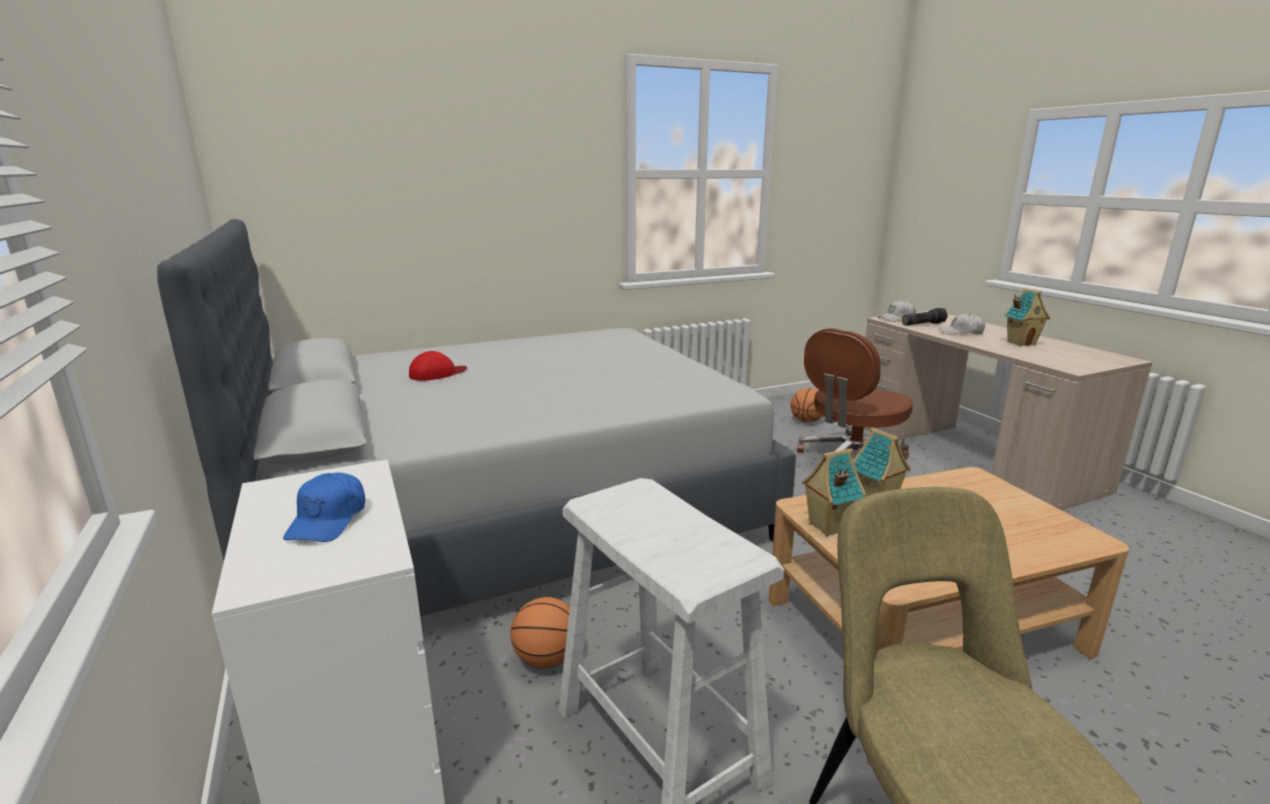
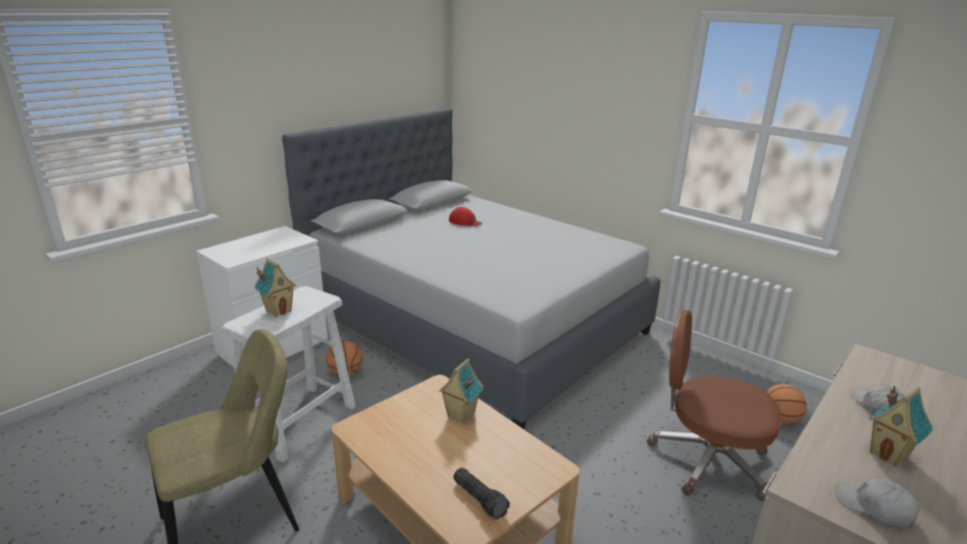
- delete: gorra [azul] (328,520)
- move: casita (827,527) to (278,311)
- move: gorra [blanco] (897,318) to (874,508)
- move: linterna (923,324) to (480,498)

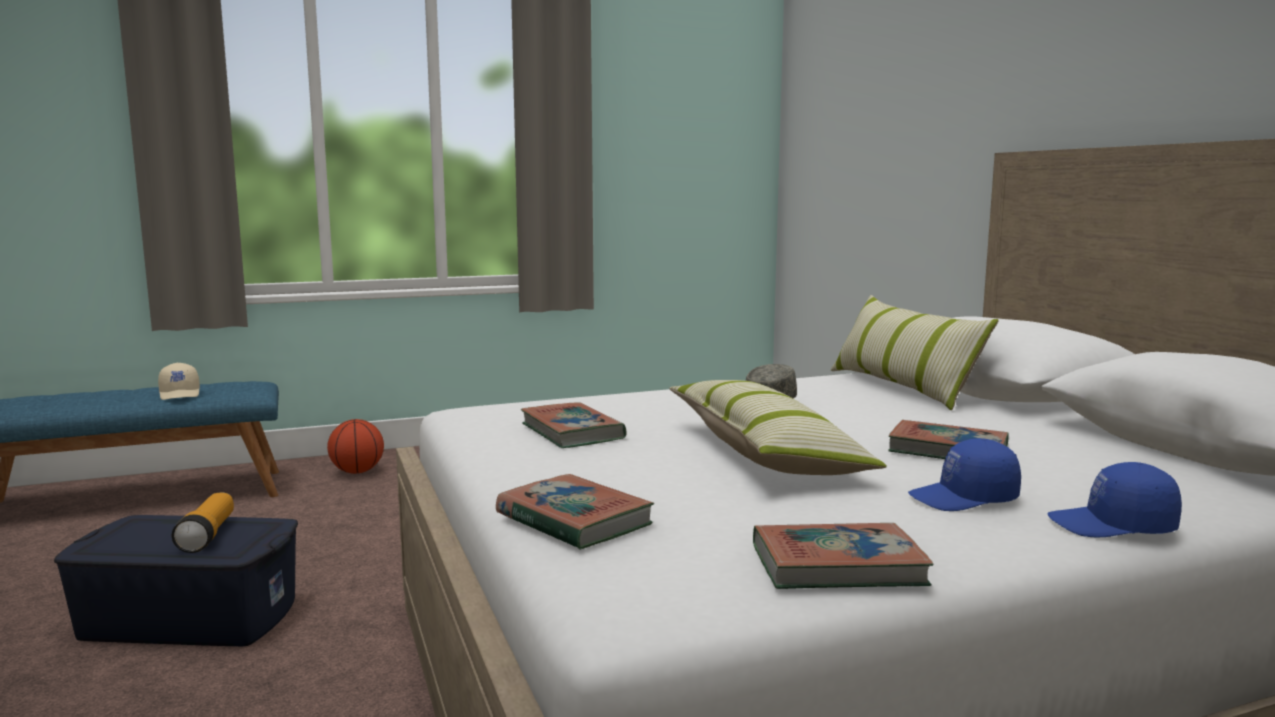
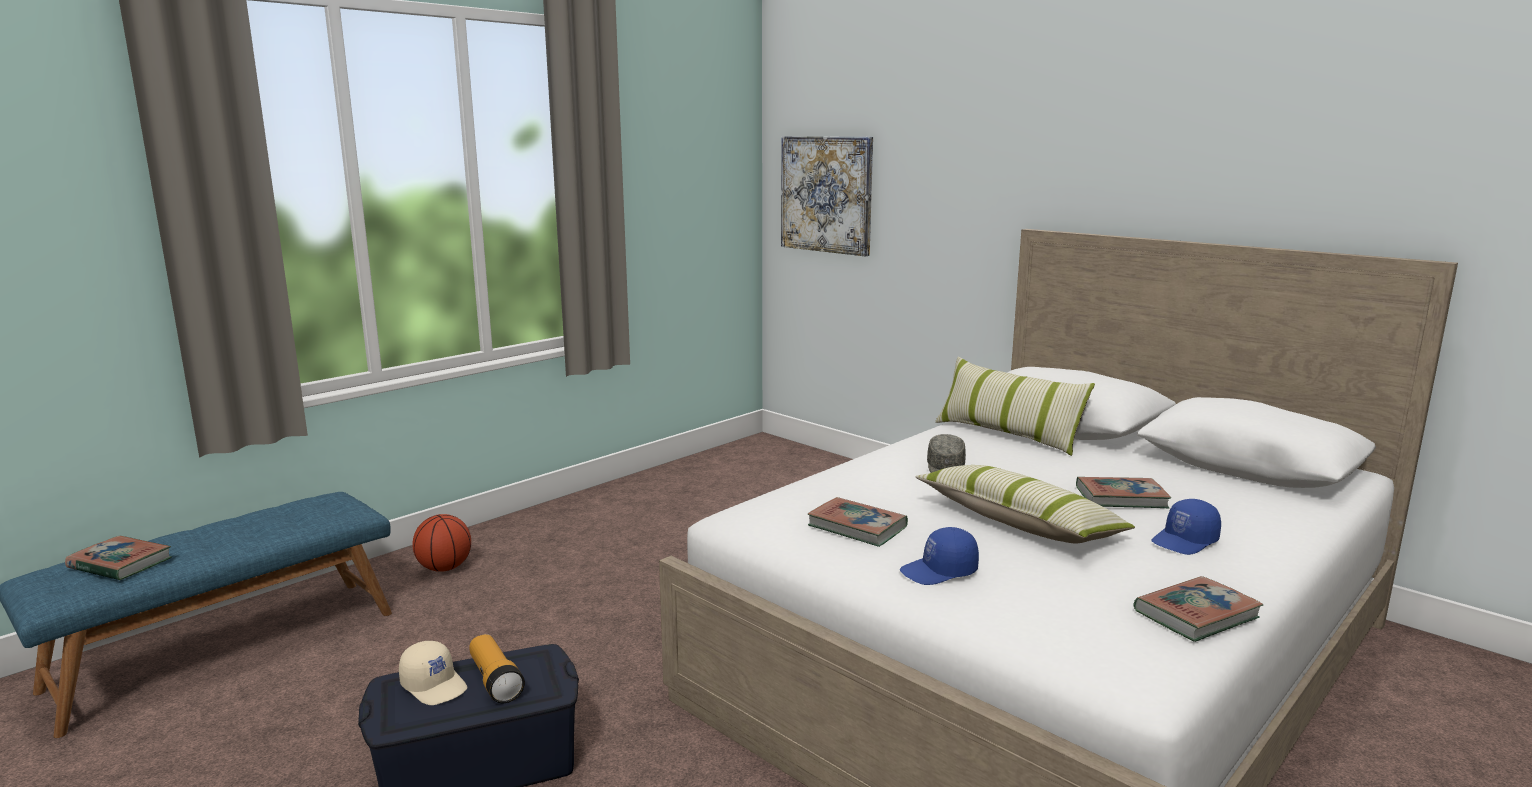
- insert: cuadro (826,194)
- move: gorra [beis] (180,394) to (435,685)
- move: libro (573,520) to (120,563)
- move: gorra [azul] (1112,526) to (939,572)

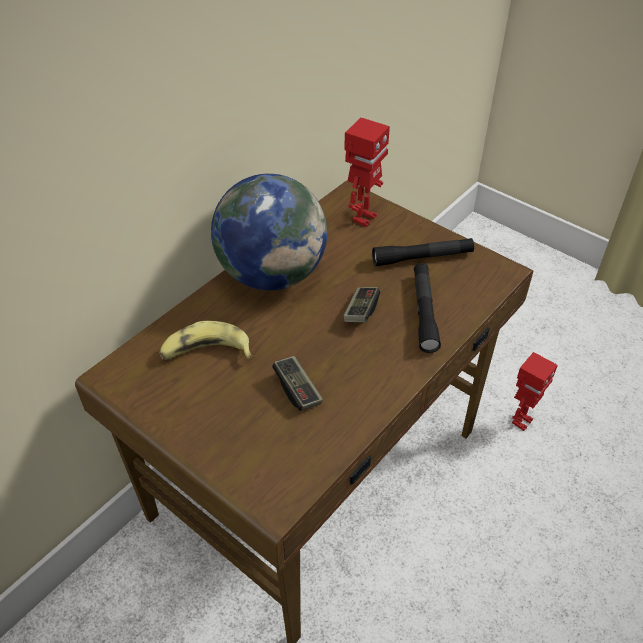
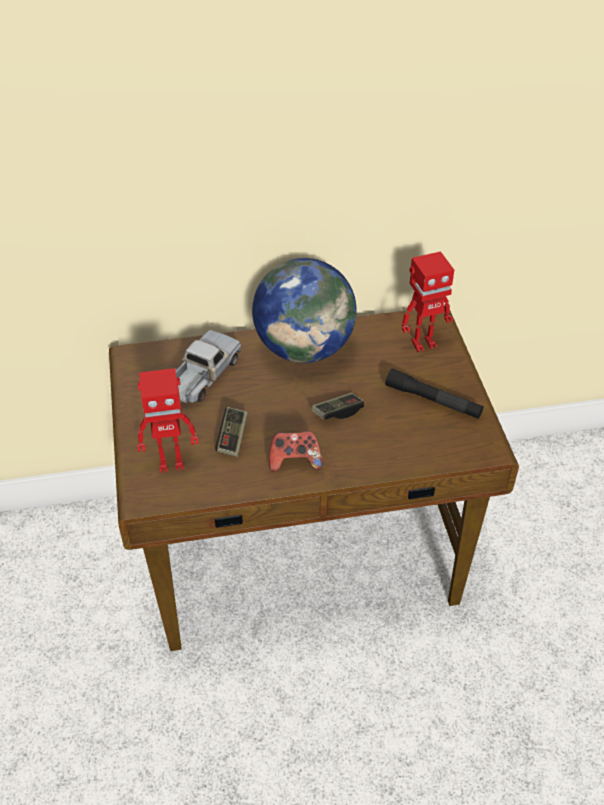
- delete: linterna [negro] (424,312)
- insert: mando de consola (295,460)
- move: robot de juguete (521,421) to (171,462)
- replace: plátano (206,352) to camión de juguete (202,376)

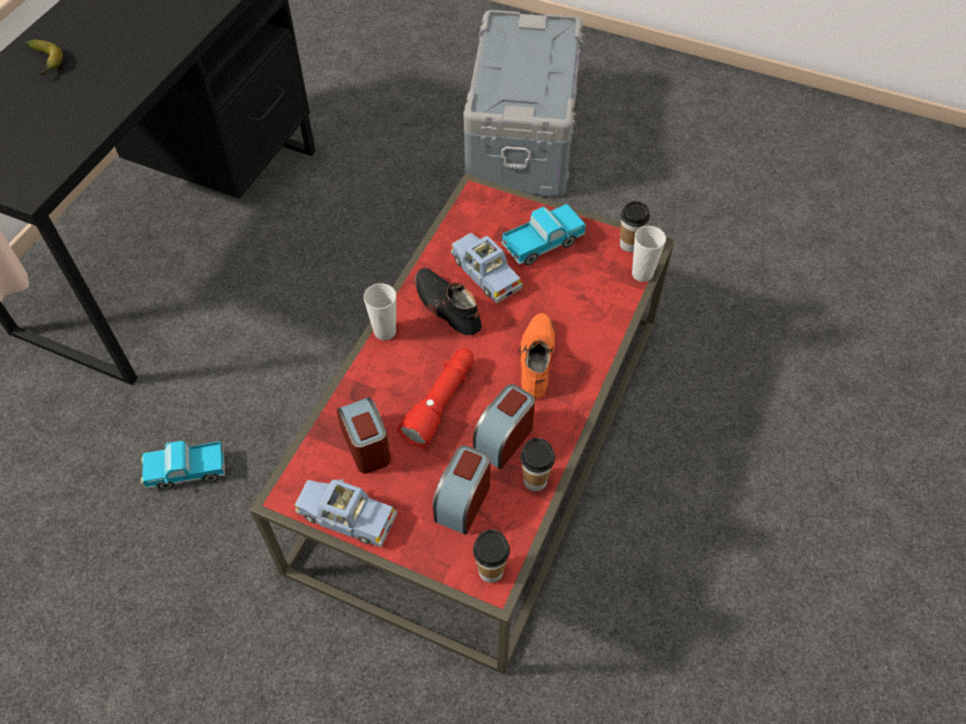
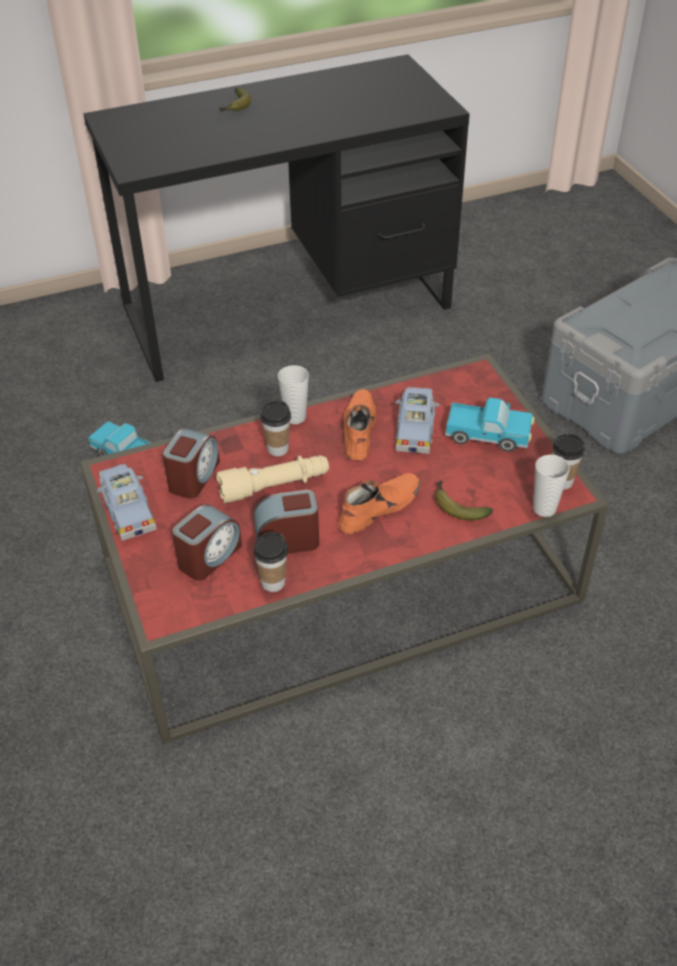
- insert: plátano (457,506)
- move: taza (490,570) to (277,449)
- recolor: linterna [rojo] (441,402) to linterna [beis] (274,486)
- recolor: zapato [negro] (446,306) to zapato [naranja] (358,430)
- rotate: despertador (463,501) = (209,556) 150 degrees clockwise

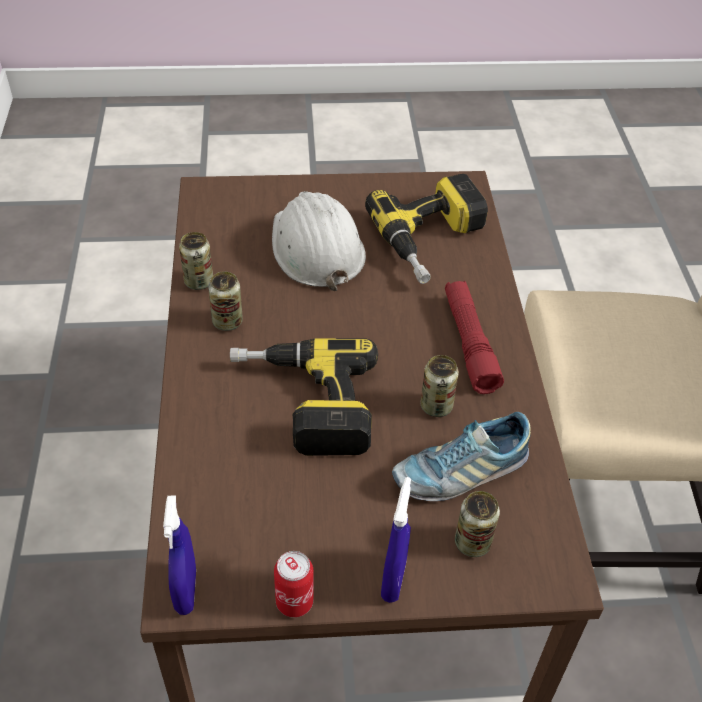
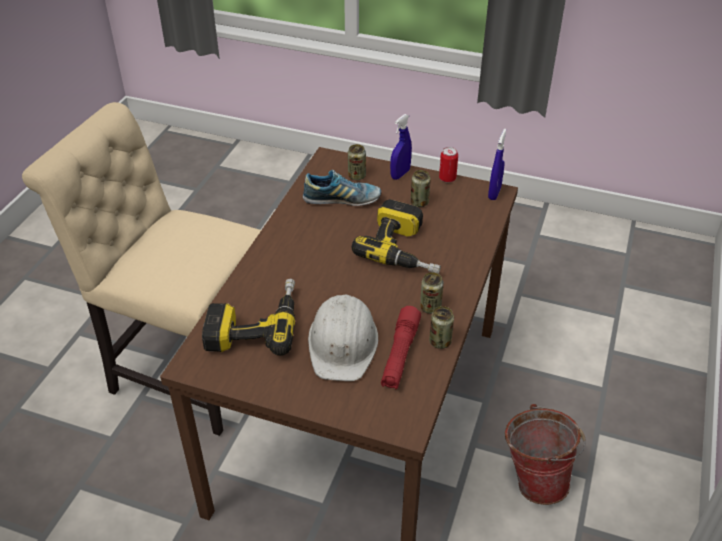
- insert: cubo (535,478)
- move: lata (436,406) to (419,202)
- move: linterna [rojo] (469,343) to (400,354)

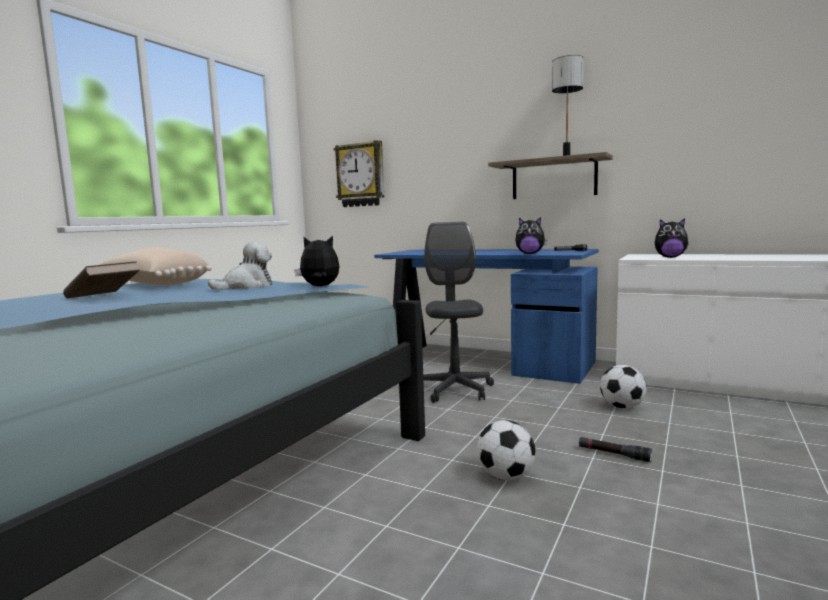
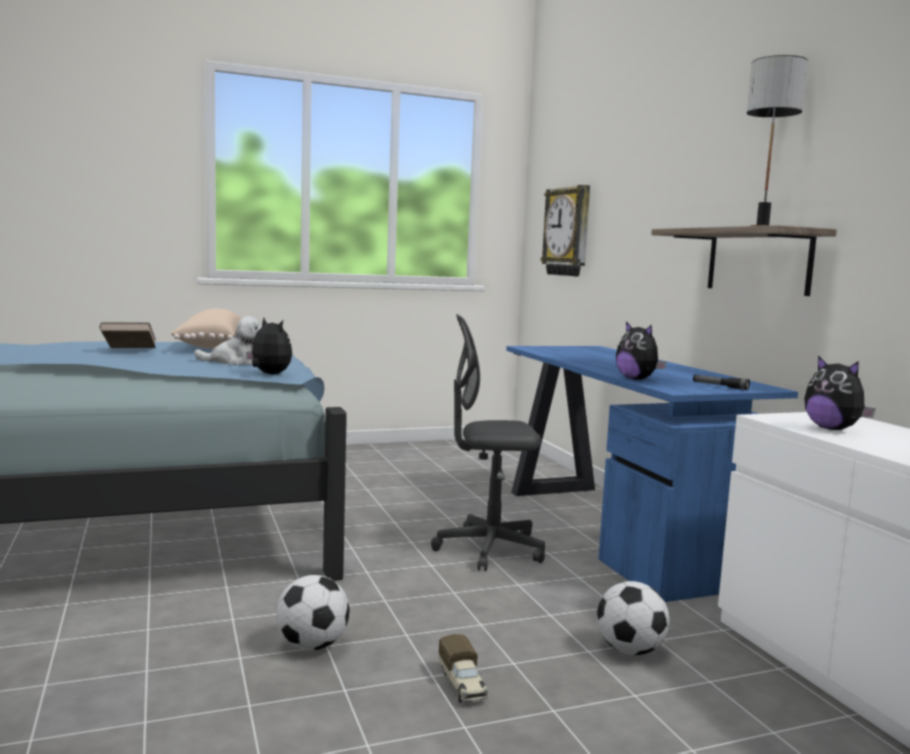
- replace: linterna [negro] (614,454) to camión de juguete (463,685)
- rotate: silla de oficina [gris] (455,390) = (489,549) 135 degrees counterclockwise

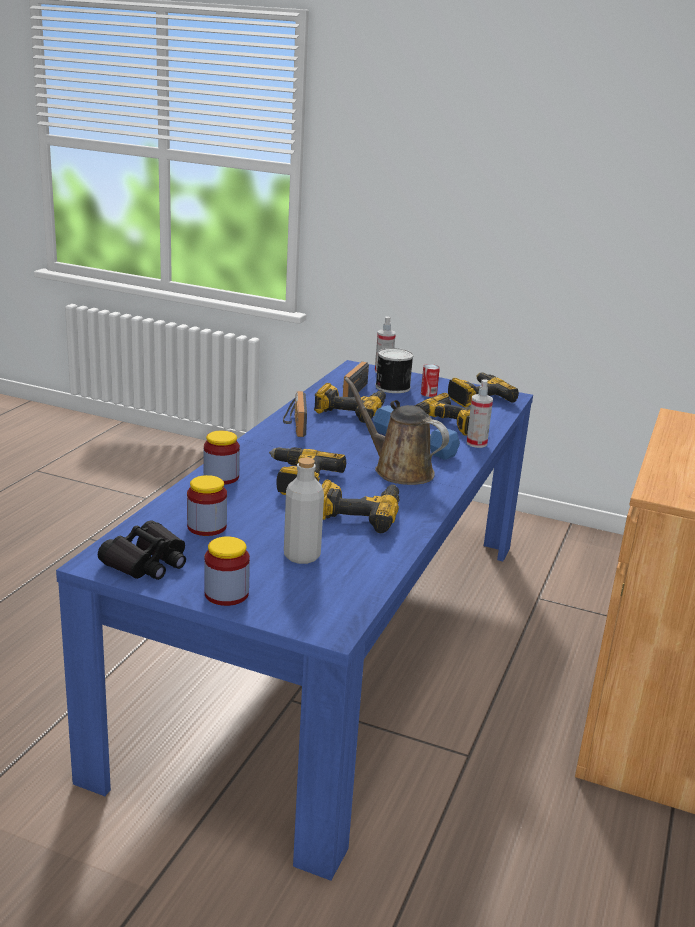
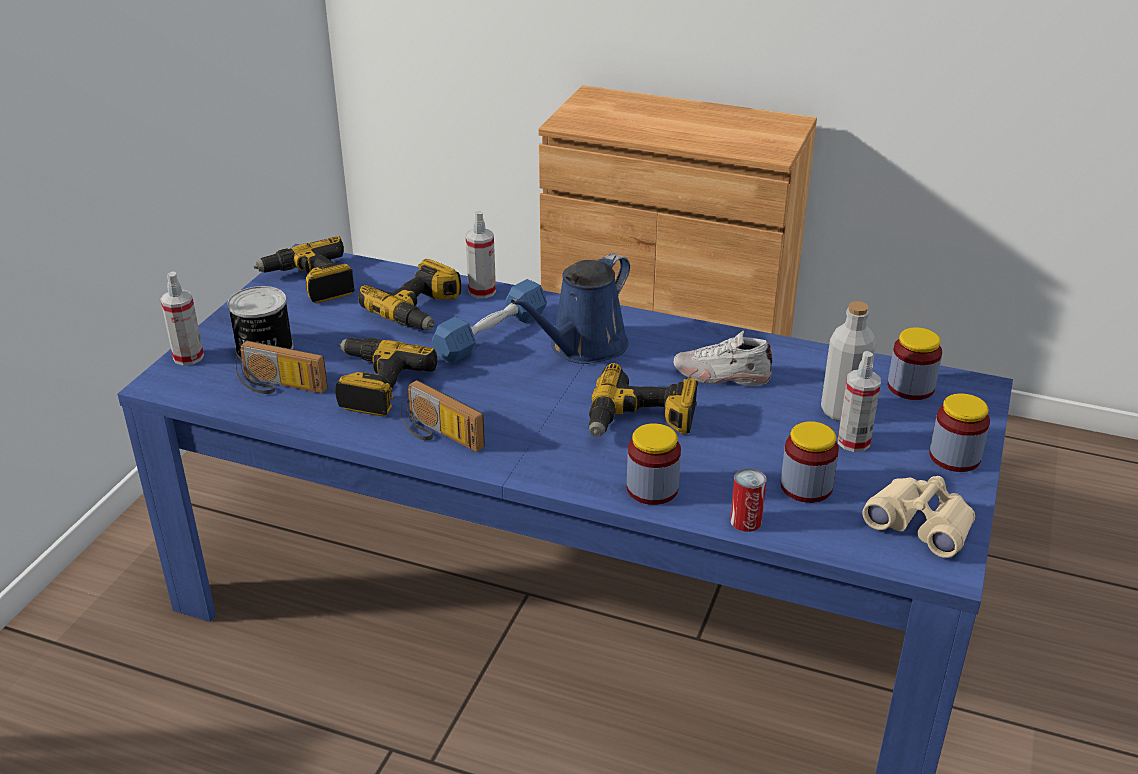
- insert: pulverizador (853,442)
- insert: tarro (910,387)
- move: lata (428,394) to (745,521)
- replace: taladro (358,514) to zapato [blanco] (721,375)
- recolor: prismáticos [negro] (147,562) to prismáticos [beis] (921,524)
- recolor: regadera [marrón] (398,470) to regadera [azul] (583,347)
- rotate: radio (294,424) = (438,435) 45 degrees clockwise

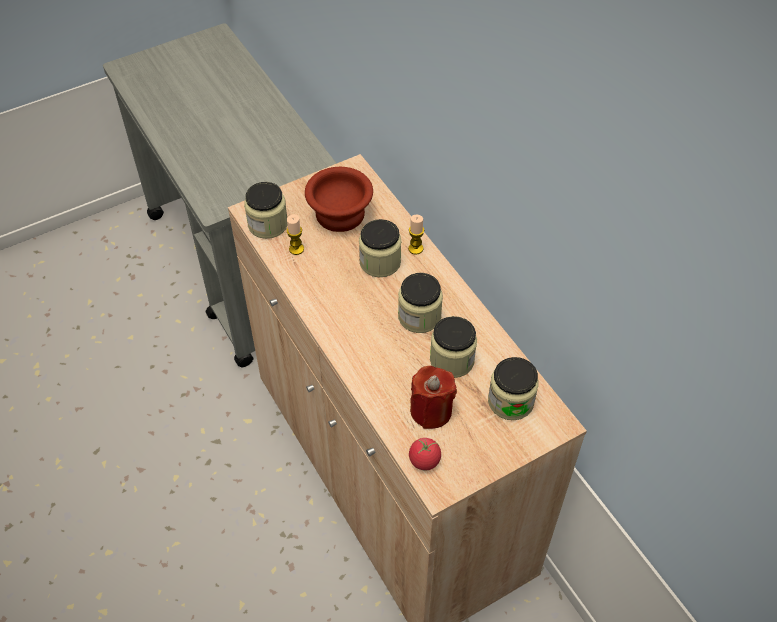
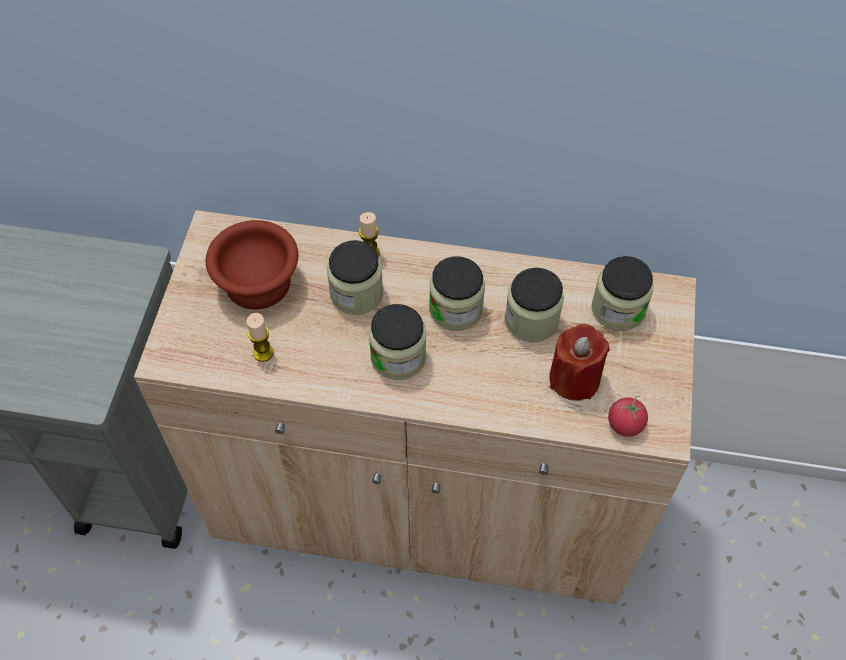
- move: tarro (268,224) to (398,357)

